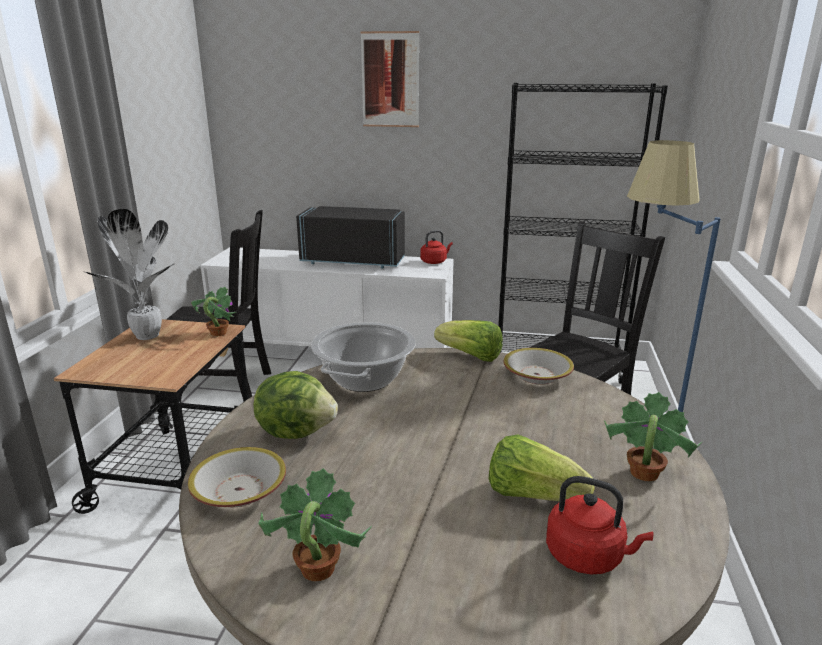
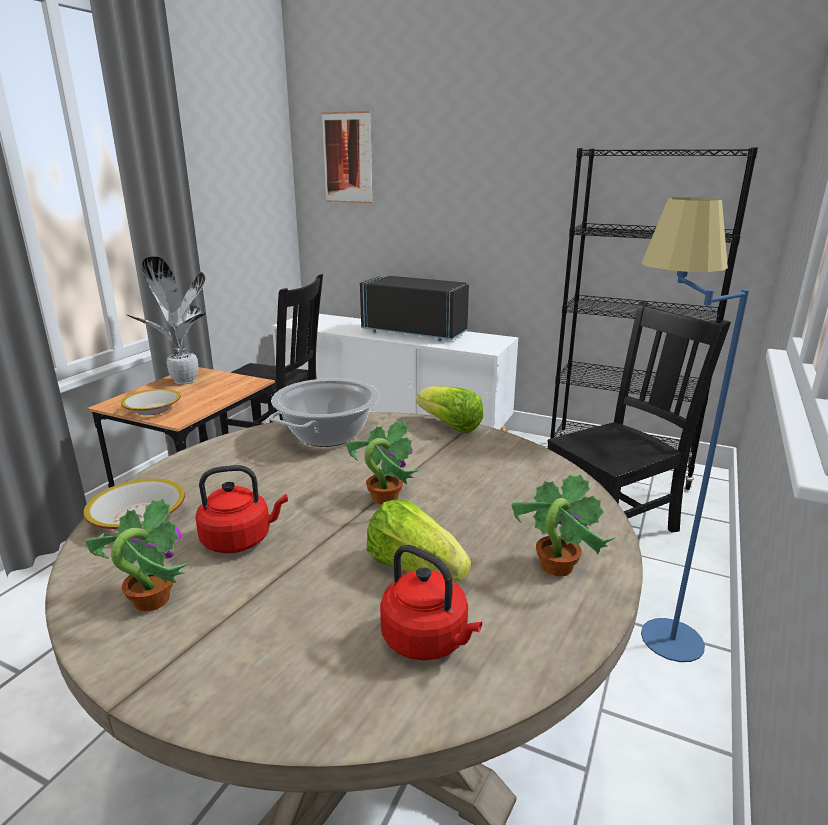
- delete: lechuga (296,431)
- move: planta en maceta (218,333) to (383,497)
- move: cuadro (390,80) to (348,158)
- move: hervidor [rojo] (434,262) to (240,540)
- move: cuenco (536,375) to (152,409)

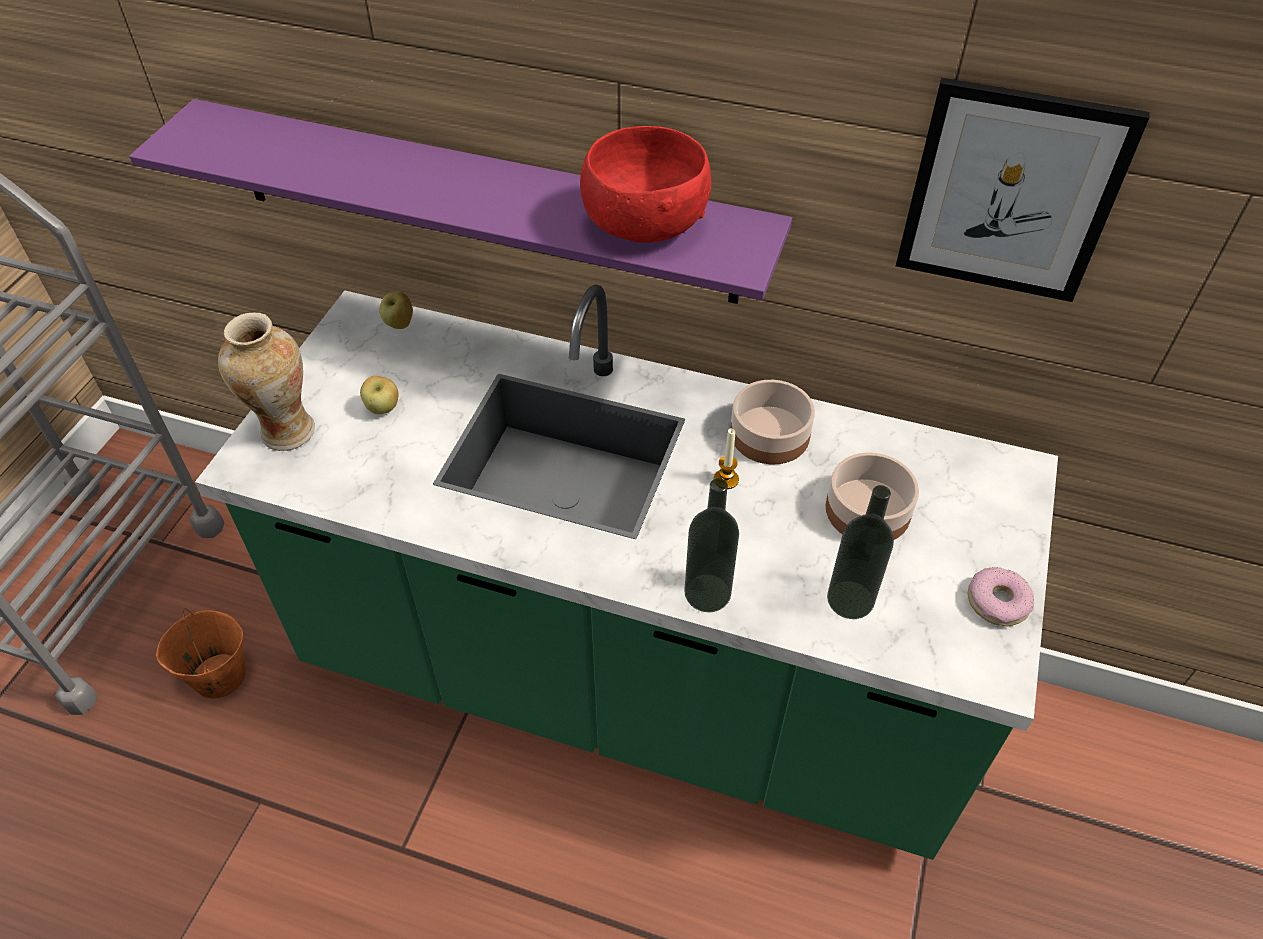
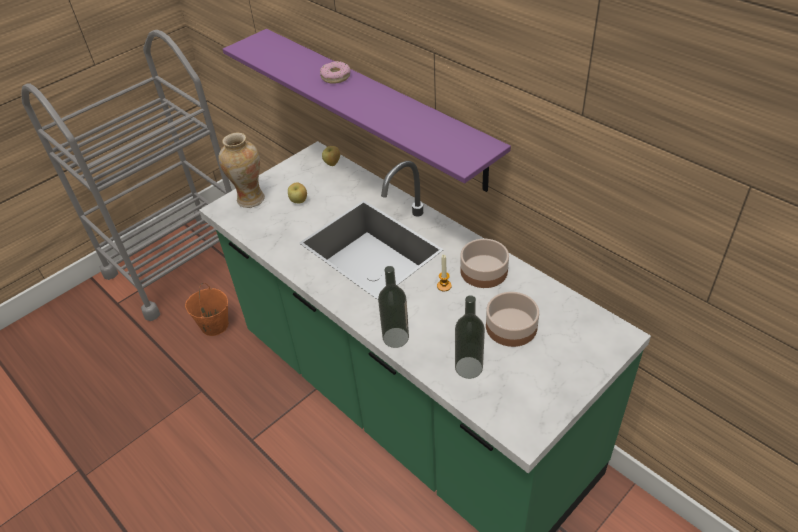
- delete: cuenco [rojo] (643,225)
- delete: cuadro (1011,193)
- move: rosquilla (997,602) to (335,77)

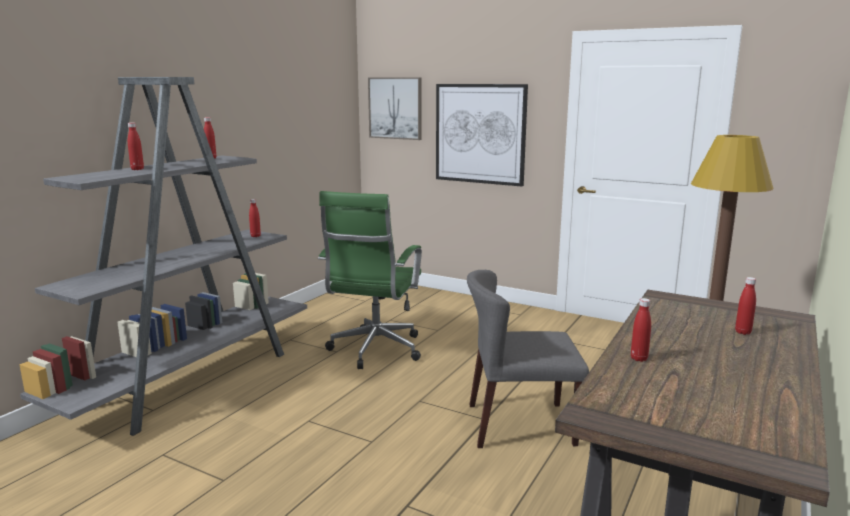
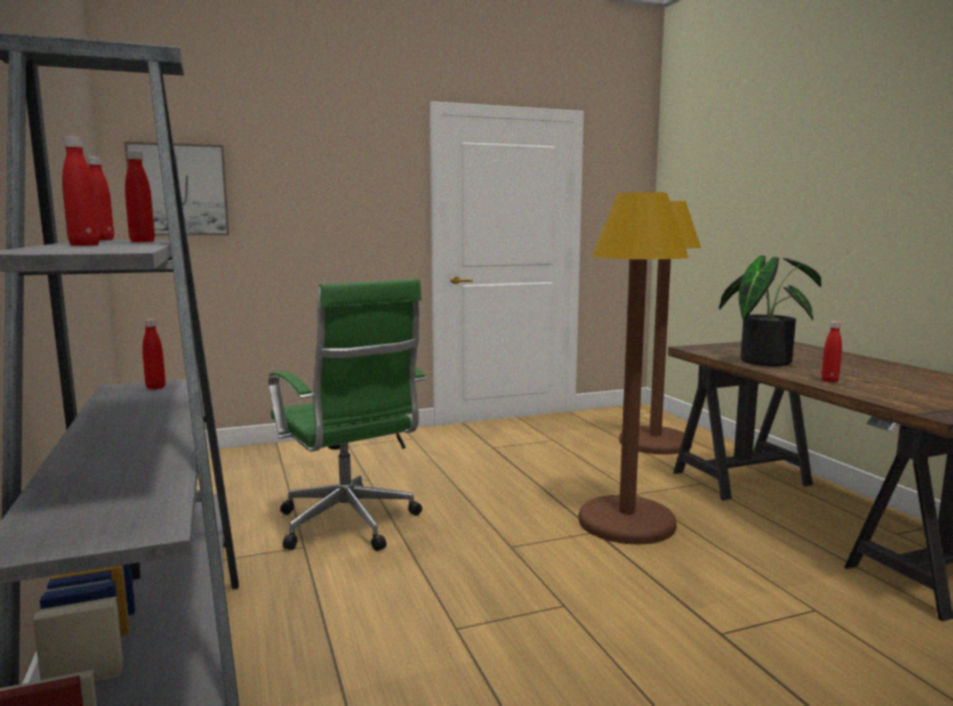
- delete: cuadro (480,134)
- insert: planta en maceta (763,360)
- move: botella [rojo] (743,332) to (142,241)
- replace: silla [gris] (519,425) to lámpara de pie [marrón] (626,522)

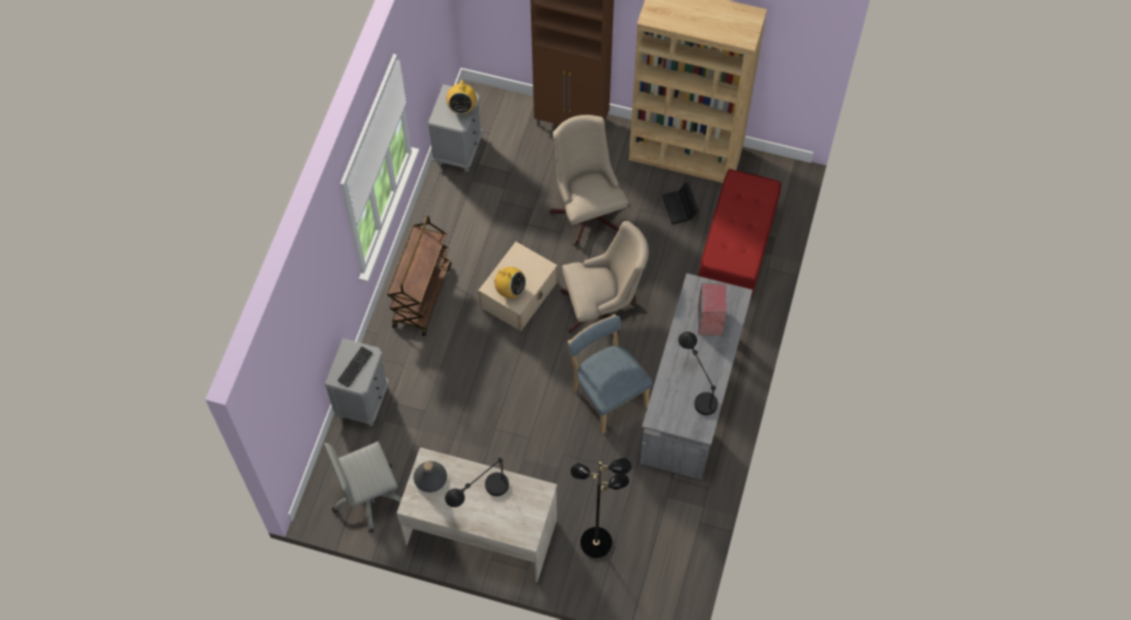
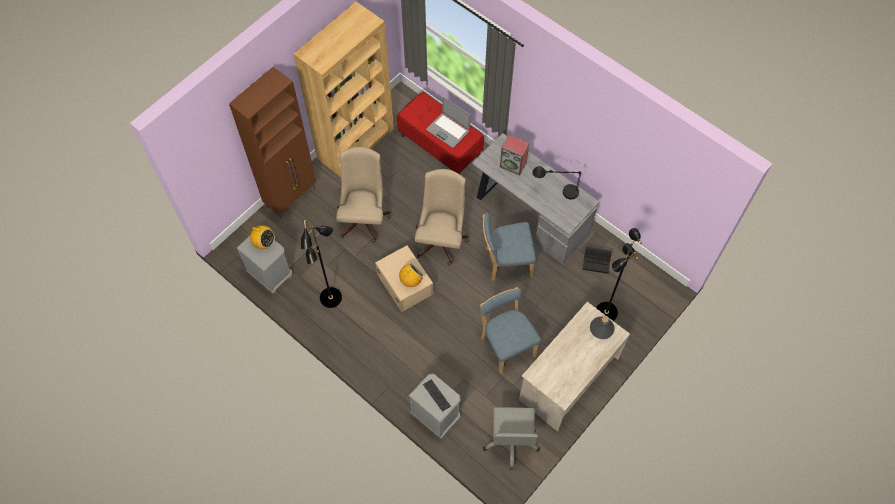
- delete: carrito [marrón] (421,295)
- delete: lámpara de mesa [negro] (480,498)
- insert: lámpara de pie [negro] (331,298)
- insert: portátil (448,130)
- insert: silla [azul] (506,345)
- move: botella [gris] (430,478) to (601,329)
- move: caja de almacenaje [negro] (680,208) to (597,262)
- rotate: silla de oficina [beis] (587,210) = (364,217) 90 degrees clockwise

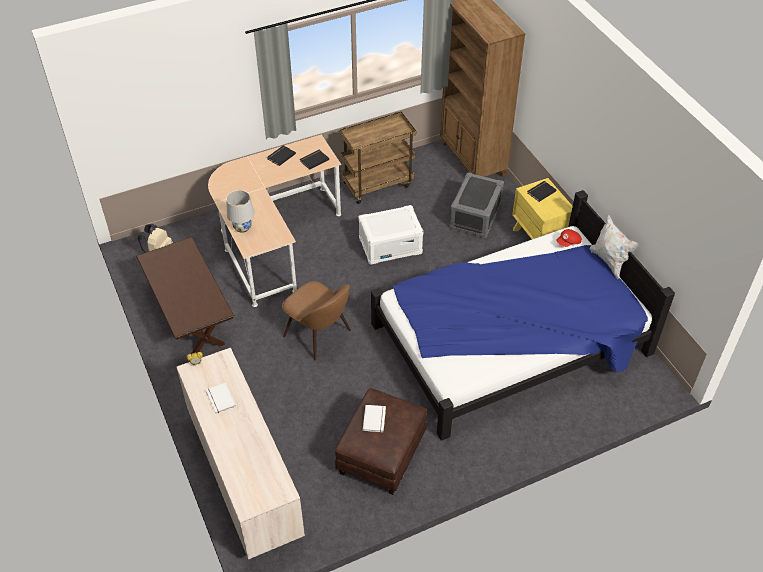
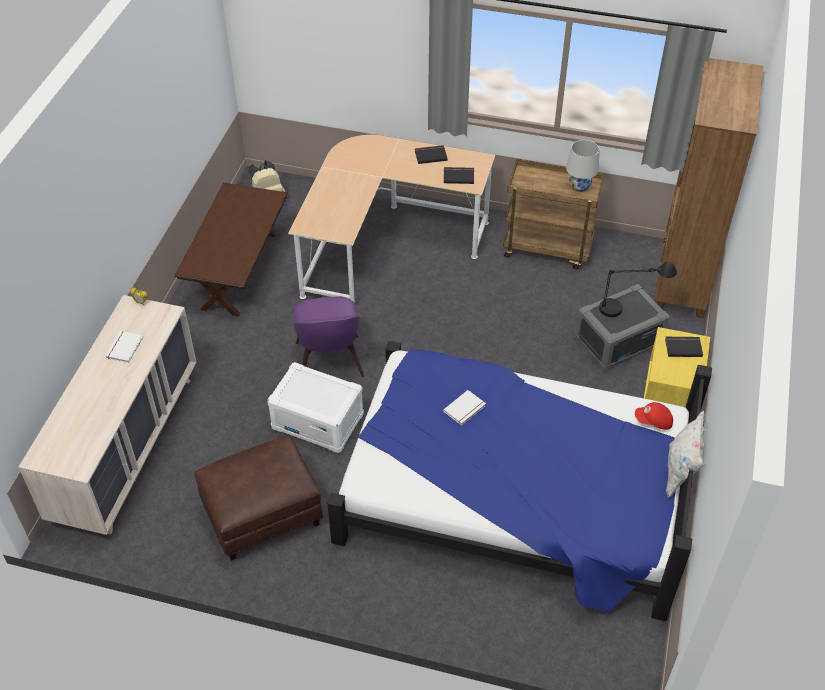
- insert: lámpara de mesa [negro] (630,308)
- move: lámpara de mesa [blanco] (242,227) to (579,186)
- move: caja de almacenaje [blanco] (390,246) to (318,421)
- move: libro [blanco] (375,419) to (465,409)
- recolor: silla [marrón] (319,335) to silla [morado] (329,362)

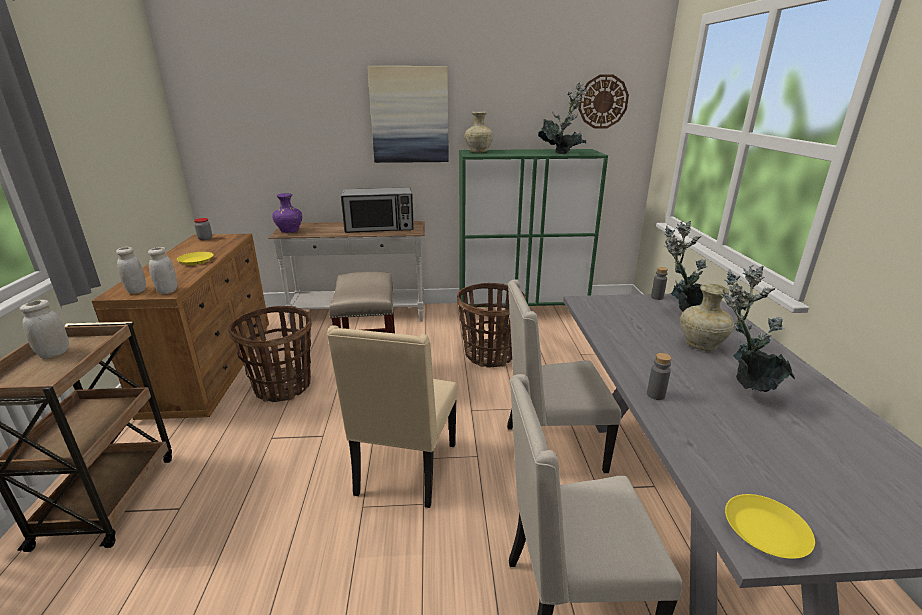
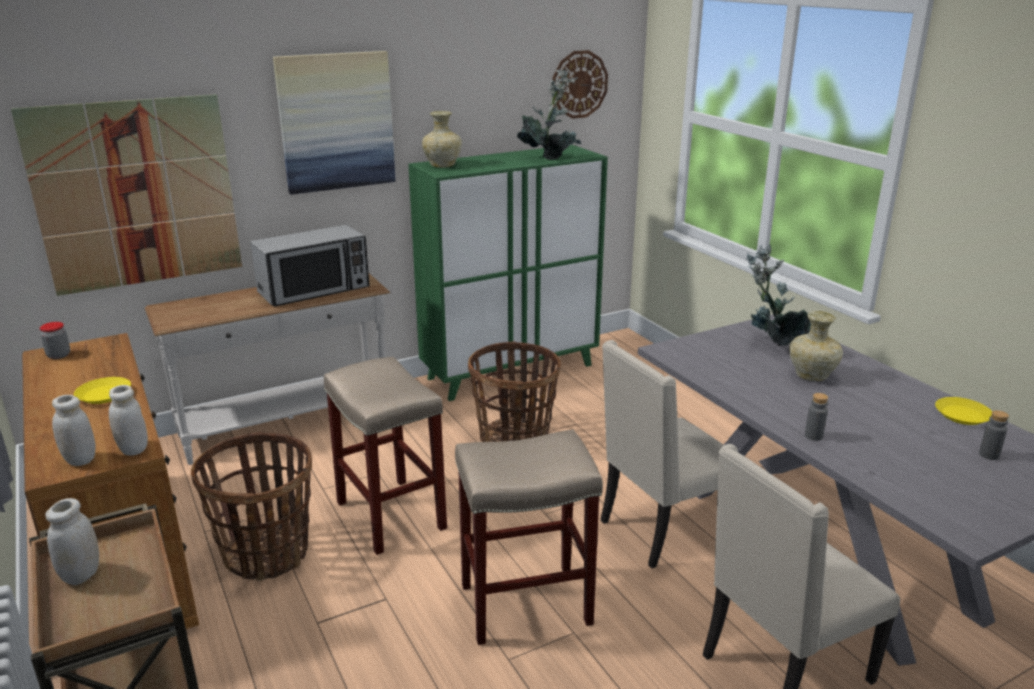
- delete: florero [morado] (290,231)
- delete: planta en maceta (744,387)
- insert: cuadro (136,194)
- move: botella [gris] (657,297) to (989,455)
- move: plato [amarillo] (764,531) to (961,415)
- replace: silla [beis] (405,470) to taburete [beis] (524,605)

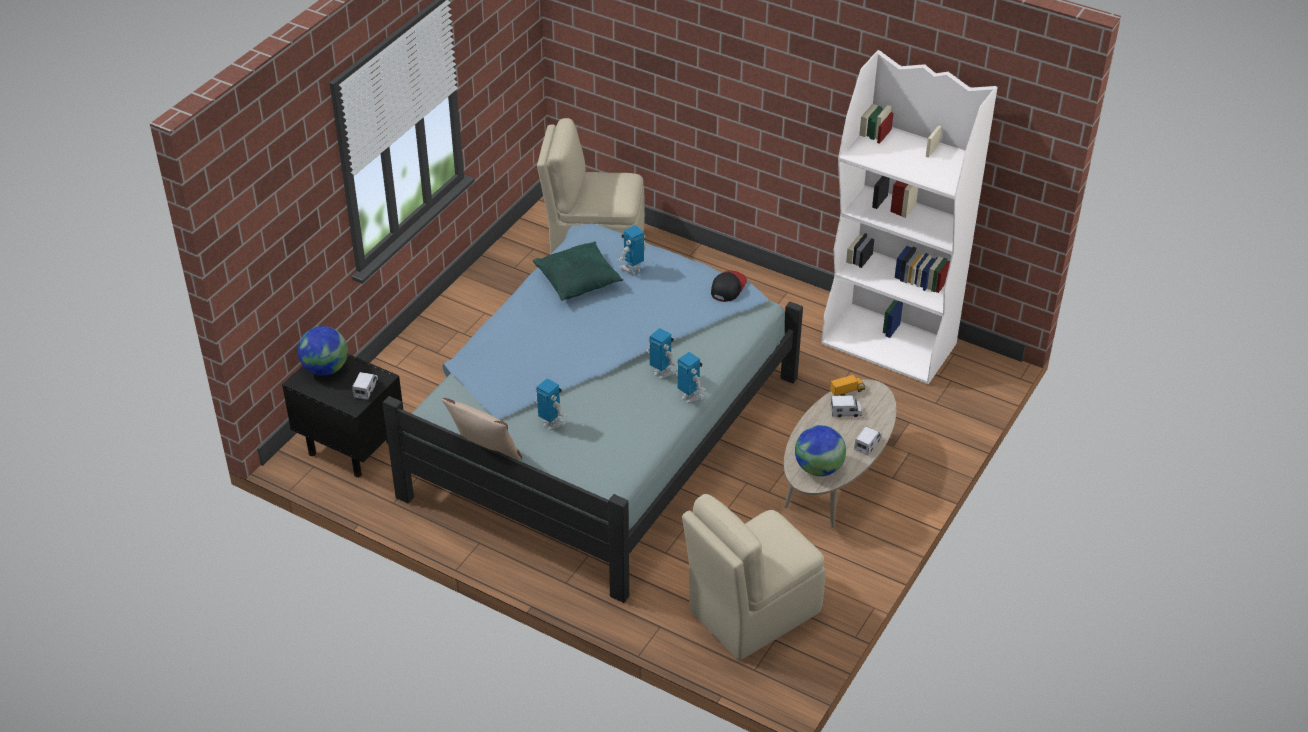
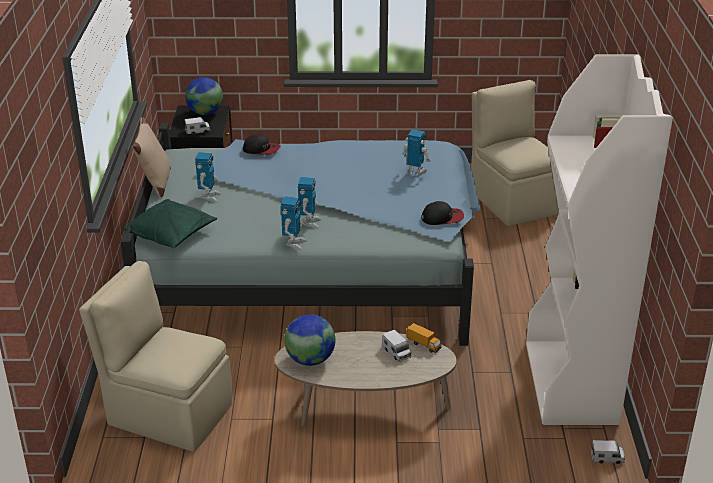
- insert: gorra (261,149)
- move: cojín [verde] (578,280) to (171,234)
- move: camión de juguete (867,444) to (607,458)

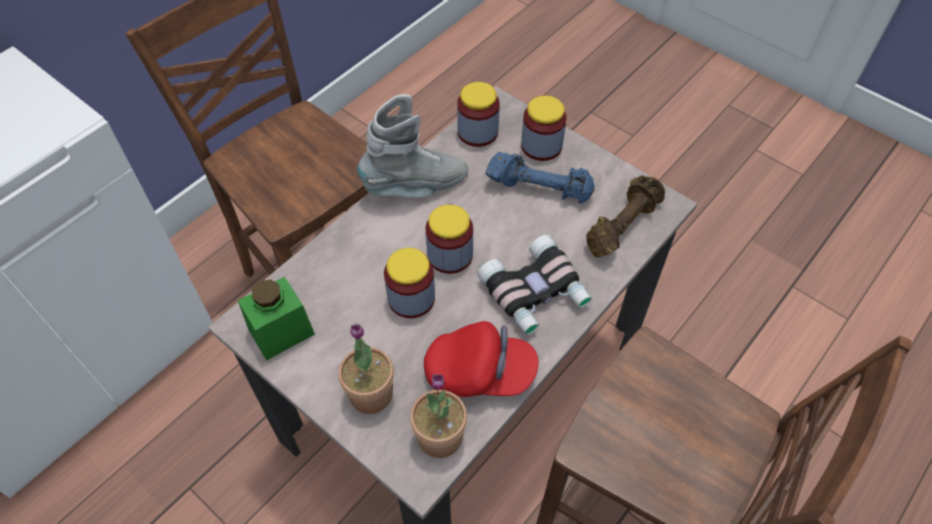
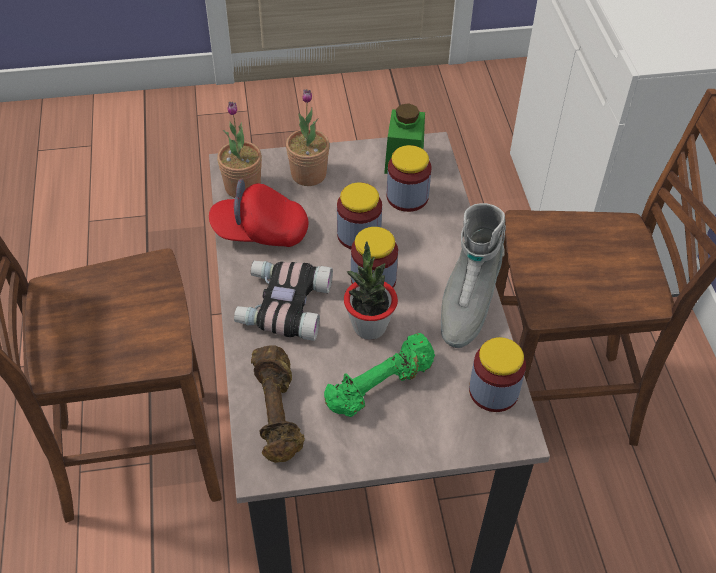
- insert: planta en maceta (369,326)
- move: tarro (541,146) to (407,197)
- recolor: mancuerna [azul] (539,187) to mancuerna [verde] (380,387)
- rotate: gorra [rojo] (480,373) = (260,232) 45 degrees clockwise

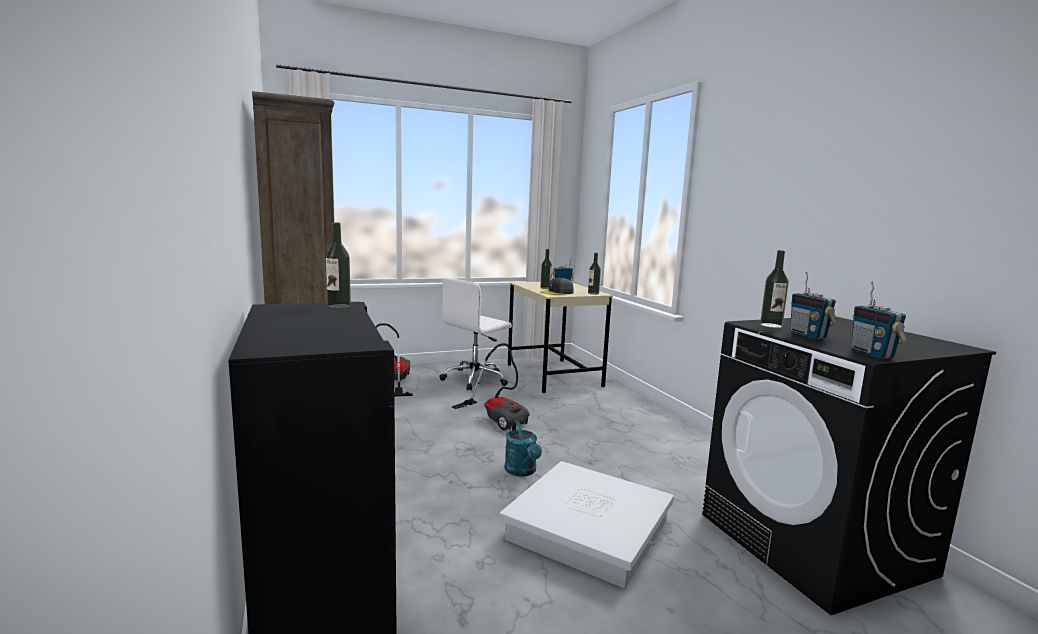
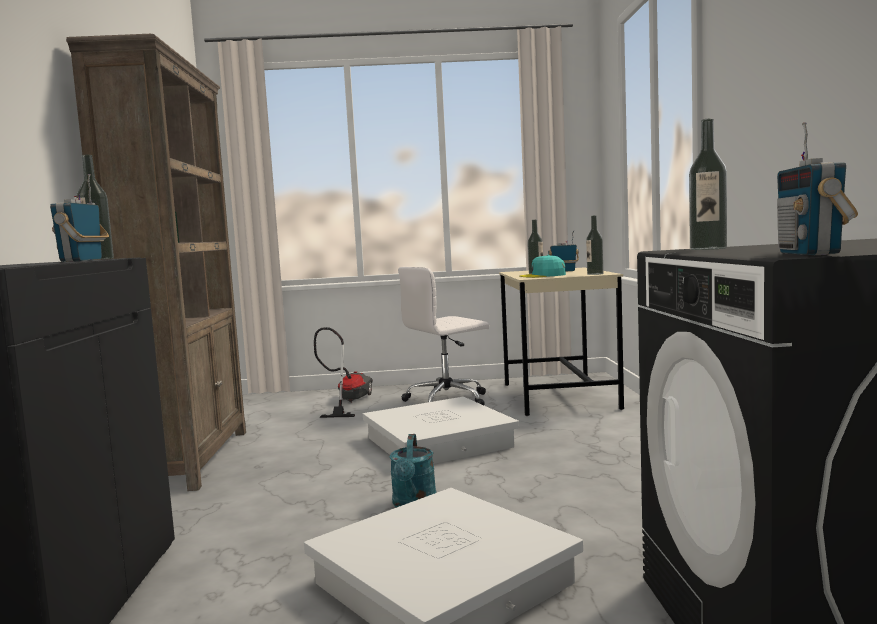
- move: radio (808,335) to (82,260)
- replace: aspiradora (497,418) to caja de almacenaje [blanco] (437,442)
- recolor: gorra [gris] (557,292) to gorra [turquesa] (543,276)

